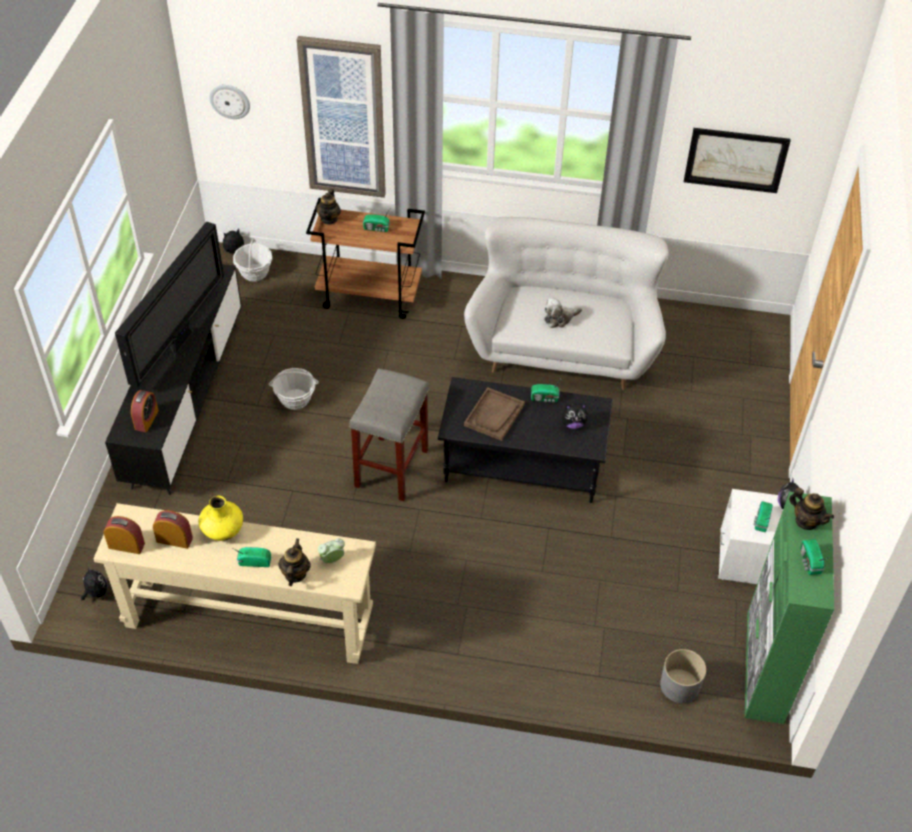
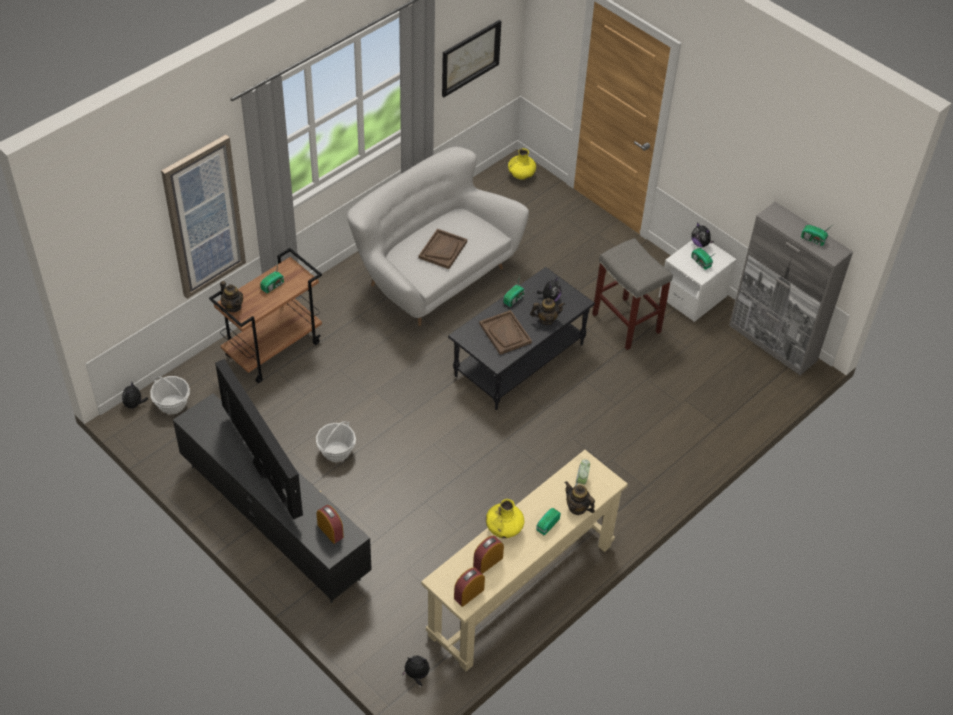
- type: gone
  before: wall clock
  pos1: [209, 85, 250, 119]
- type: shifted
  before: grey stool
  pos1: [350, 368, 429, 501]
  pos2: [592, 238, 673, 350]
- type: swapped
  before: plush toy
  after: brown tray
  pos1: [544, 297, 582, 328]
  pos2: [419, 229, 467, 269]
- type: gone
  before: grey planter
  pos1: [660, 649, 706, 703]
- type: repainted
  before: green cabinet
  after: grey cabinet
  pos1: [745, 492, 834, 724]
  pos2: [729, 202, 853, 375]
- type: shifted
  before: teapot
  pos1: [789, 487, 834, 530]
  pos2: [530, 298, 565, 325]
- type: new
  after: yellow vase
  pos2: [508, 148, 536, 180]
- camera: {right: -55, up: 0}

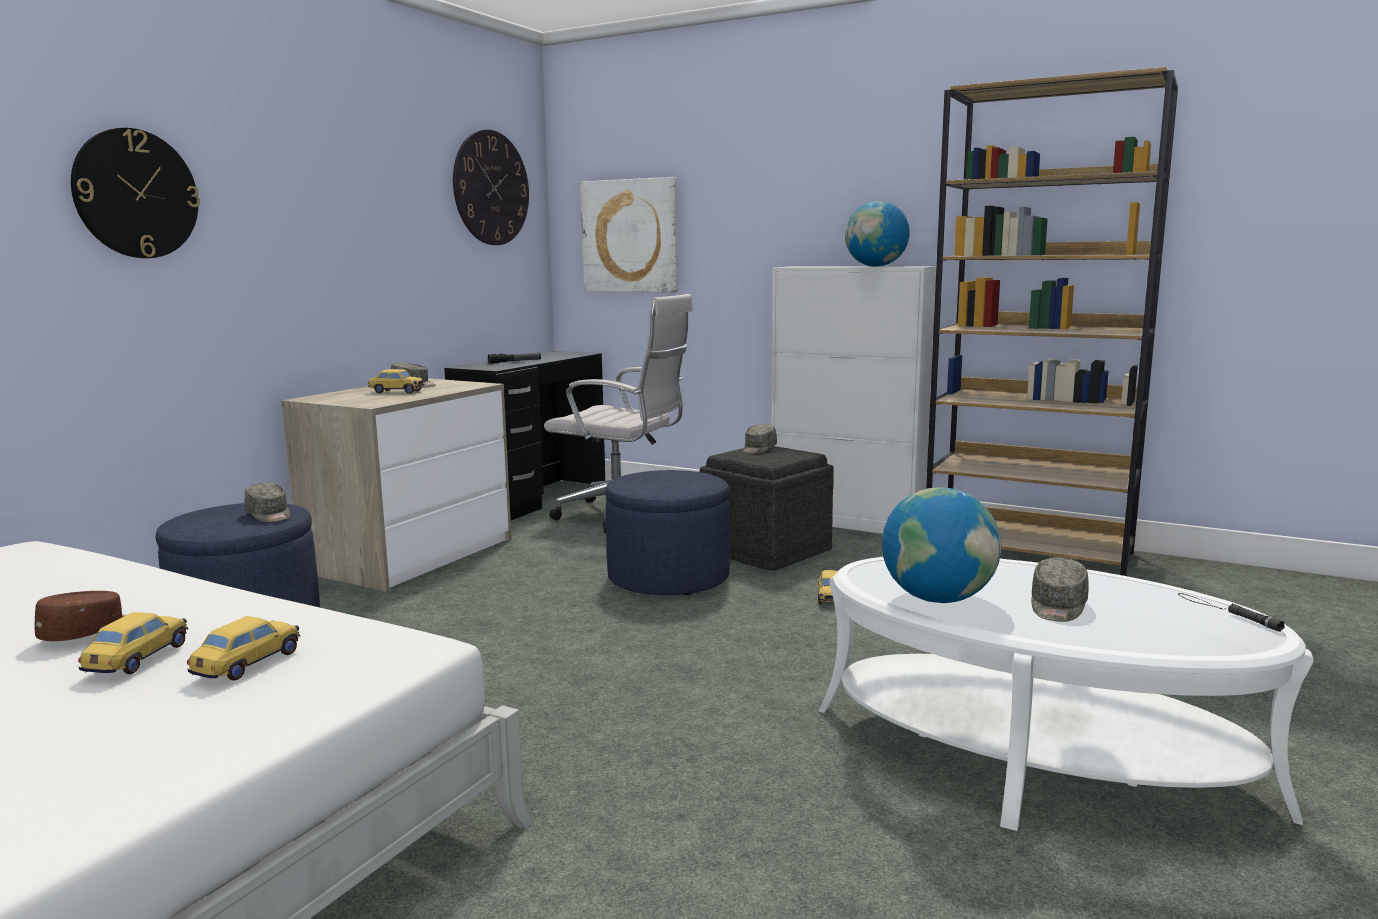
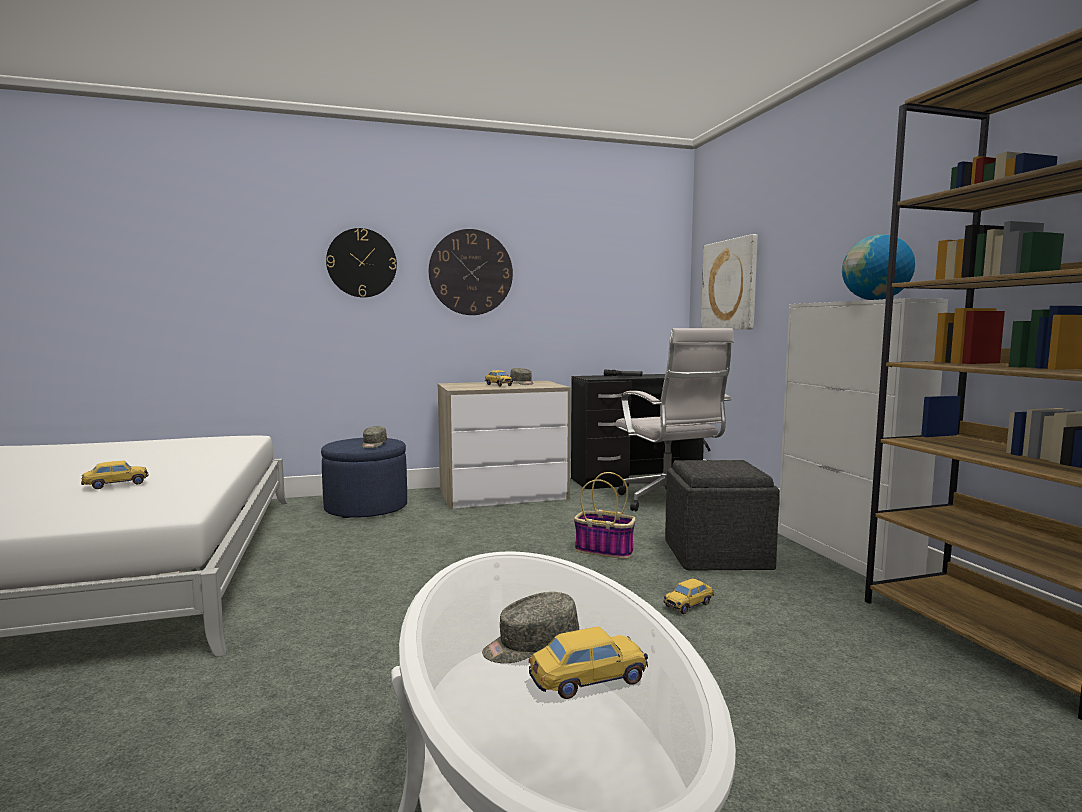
- type: gone
  before: brown cap
  pos1: [35, 591, 126, 641]
- type: shifted
  before: toy car
  pos1: [187, 616, 301, 680]
  pos2: [529, 626, 648, 699]
- type: shifted
  before: wall clock
  pos1: [453, 130, 529, 245]
  pos2: [429, 229, 513, 315]
- type: swapped
  before: blue ottoman
  after: basket
  pos1: [605, 470, 730, 595]
  pos2: [574, 472, 636, 559]
- type: gone
  before: grey cap
  pos1: [743, 424, 777, 454]
- type: gone
  before: globe
  pos1: [882, 487, 1001, 603]
- type: gone
  before: black flashlight
  pos1: [1178, 593, 1285, 632]
- camera: {right: 45, up: -5}

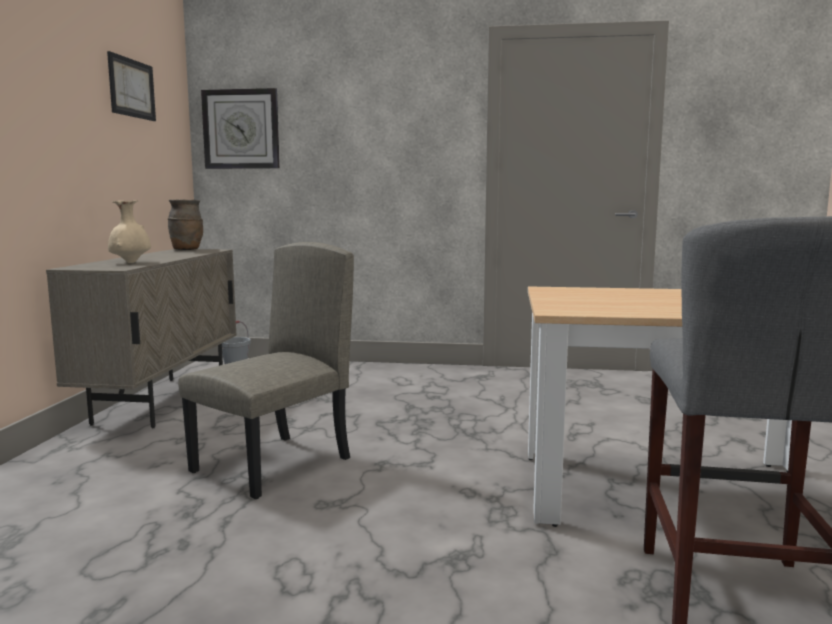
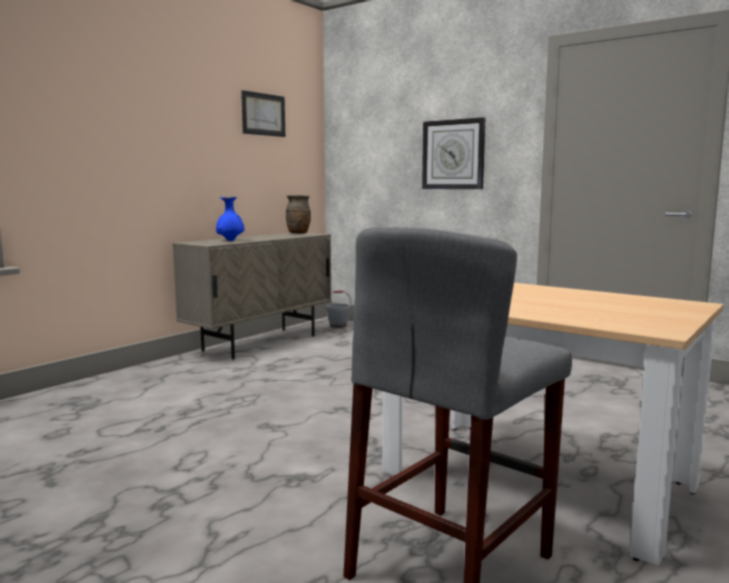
- type: repainted
  before: beige vase
  after: blue vase
  pos1: [108, 200, 151, 263]
  pos2: [216, 197, 245, 241]
- type: gone
  before: beige chair
  pos1: [178, 242, 354, 499]
- type: shifted
  before: wall clock
  pos1: [201, 88, 280, 169]
  pos2: [422, 117, 485, 189]
- camera: {right: 30, up: 0}

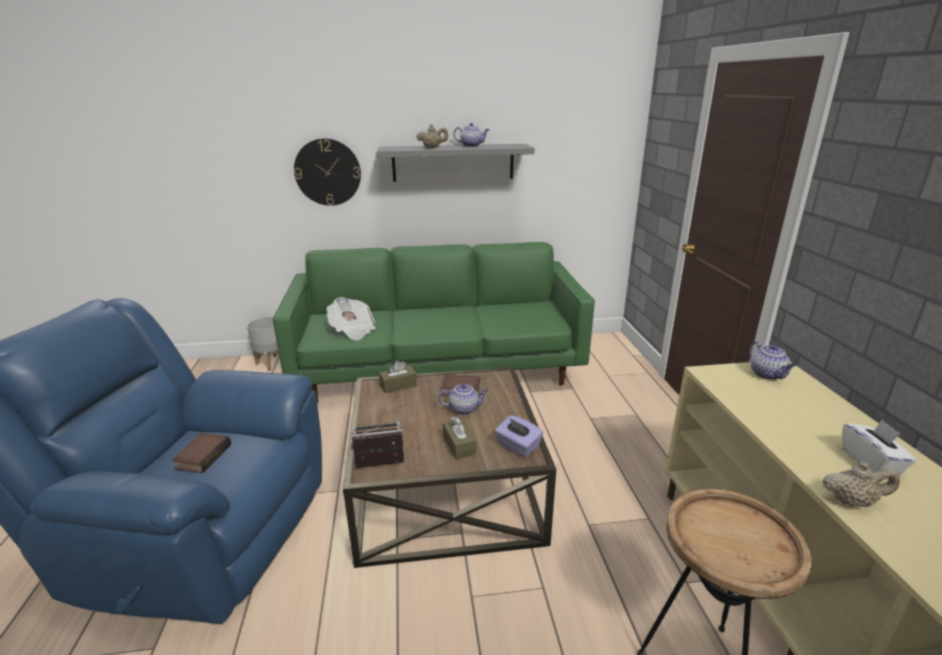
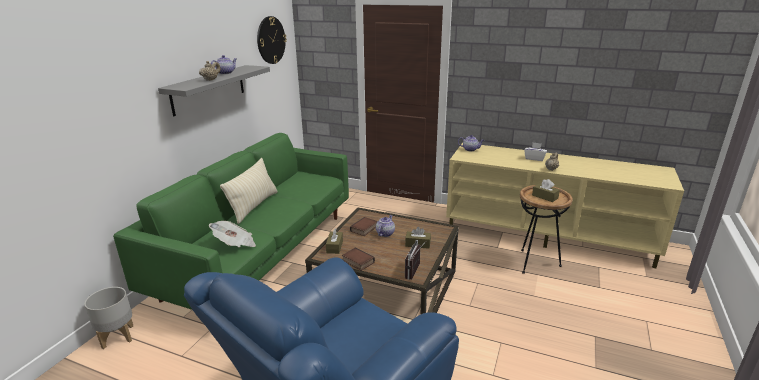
- type: shifted
  before: book
  pos1: [172, 433, 231, 473]
  pos2: [342, 248, 375, 271]
- type: shifted
  before: wall clock
  pos1: [294, 138, 361, 206]
  pos2: [257, 16, 287, 64]
- type: gone
  before: purple tissue box
  pos1: [495, 415, 543, 458]
- type: new
  after: beige pillow
  pos2: [220, 158, 278, 224]
- type: new
  after: brown tissue box
  pos2: [532, 179, 560, 202]
- camera: {right: -60, up: 0}

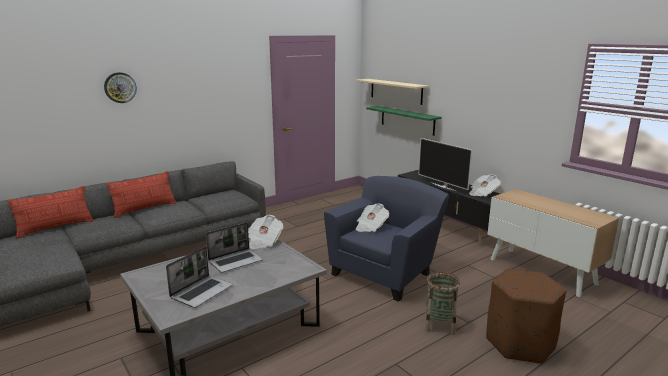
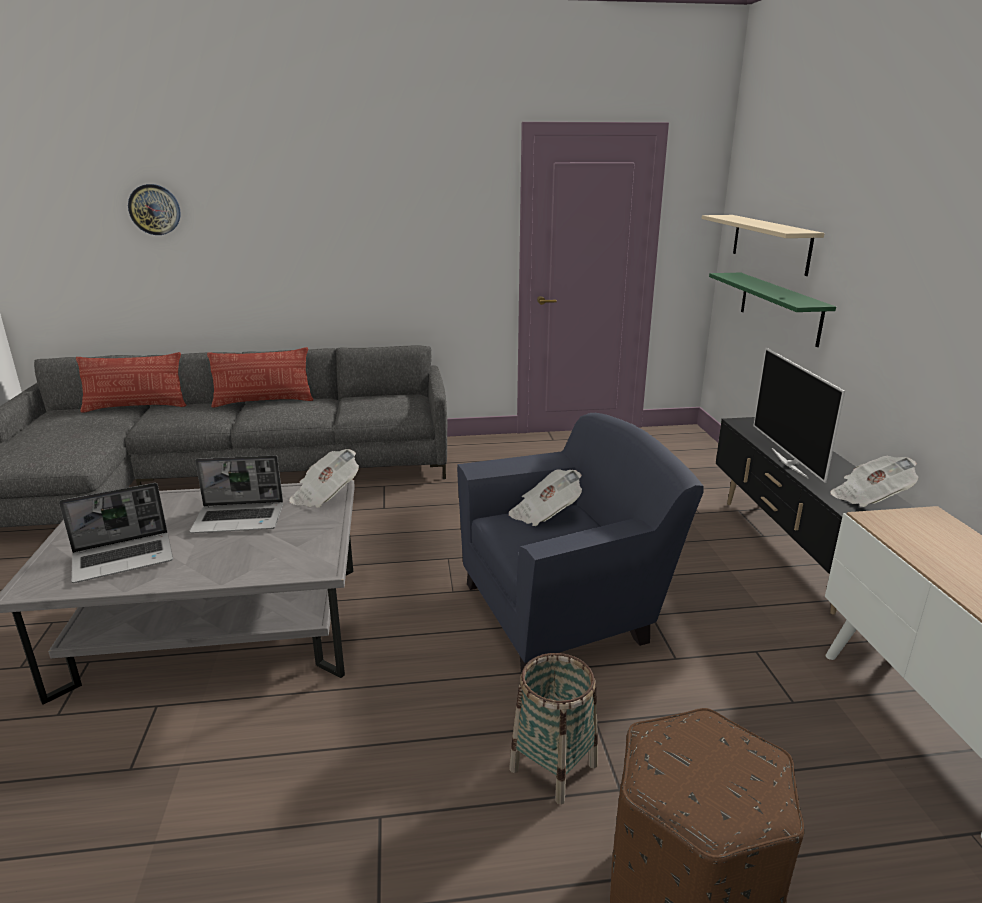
- type: shifted
  before: wall clock
  pos1: [104, 72, 137, 103]
  pos2: [128, 184, 181, 235]
- camera: {right: 30, up: 5}

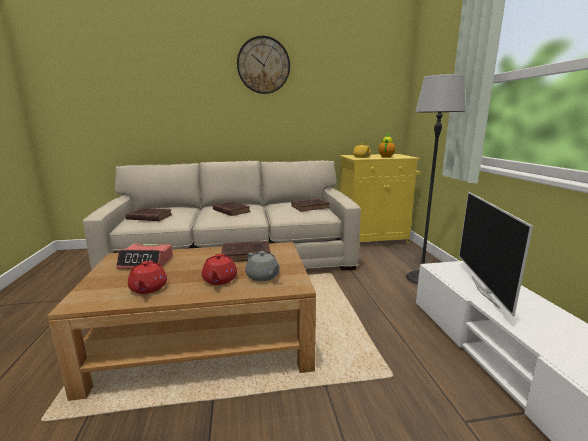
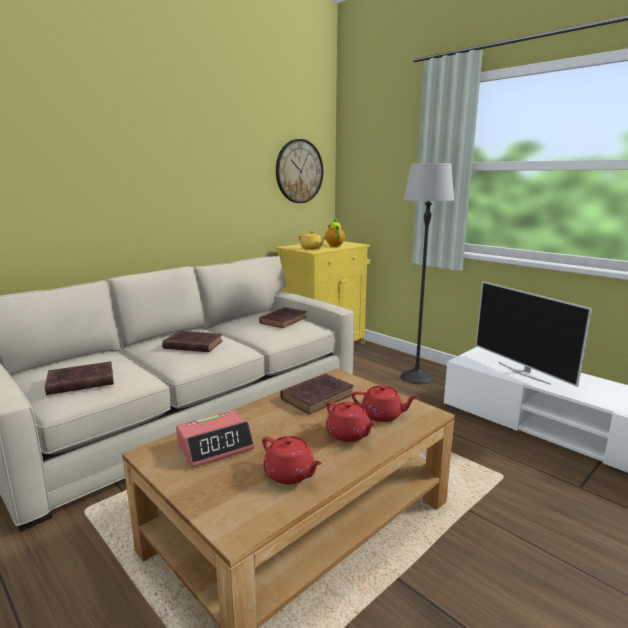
- type: shifted
  before: wall clock
  pos1: [237, 36, 290, 94]
  pos2: [276, 139, 323, 203]
- type: repainted
  before: grey teapot
  after: red teapot
  pos1: [245, 251, 280, 281]
  pos2: [352, 385, 419, 422]
- camera: {right: -35, up: 0}

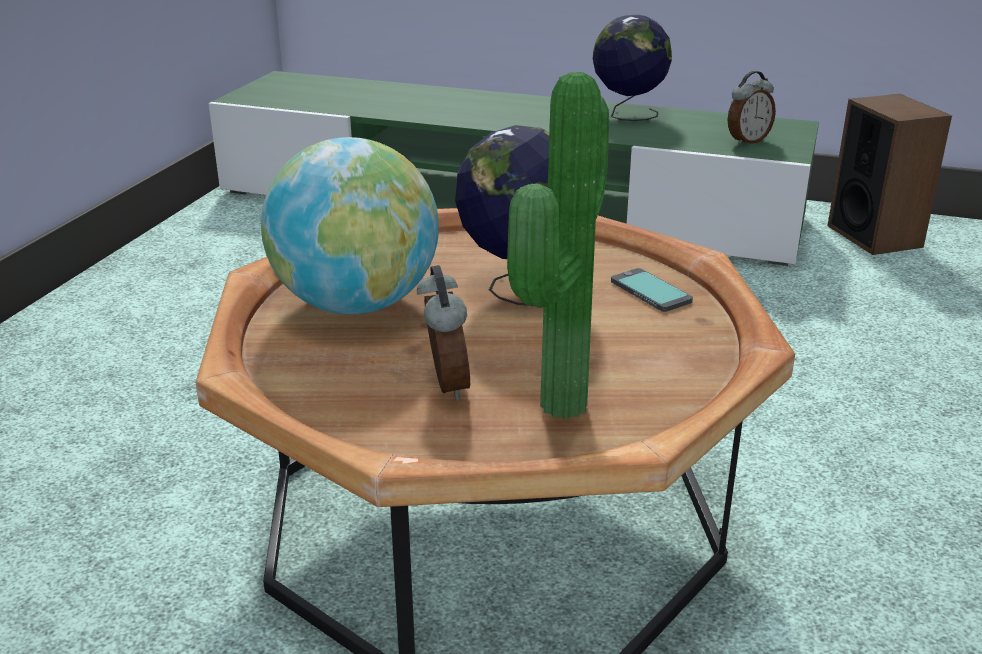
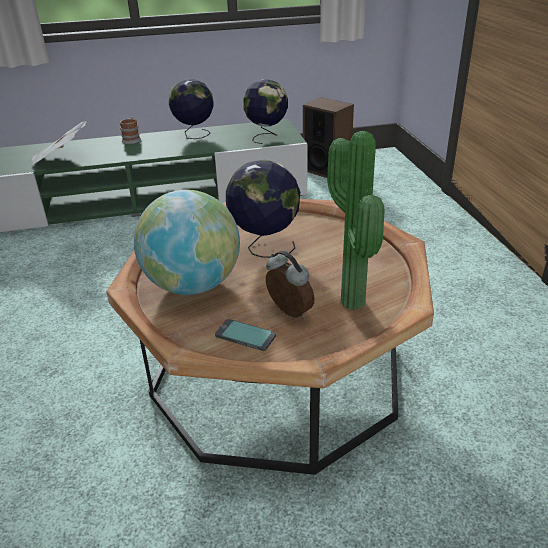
- type: shifted
  before: phone
  pos1: [611, 268, 693, 312]
  pos2: [215, 319, 276, 351]
- type: swapped
  before: alarm clock
  after: globe
  pos1: [728, 71, 776, 145]
  pos2: [243, 79, 288, 144]
- type: new
  after: newspaper
  pos2: [32, 121, 86, 165]
- type: new
  after: mug
  pos2: [120, 117, 141, 144]
- camera: {right: -30, up: 5}

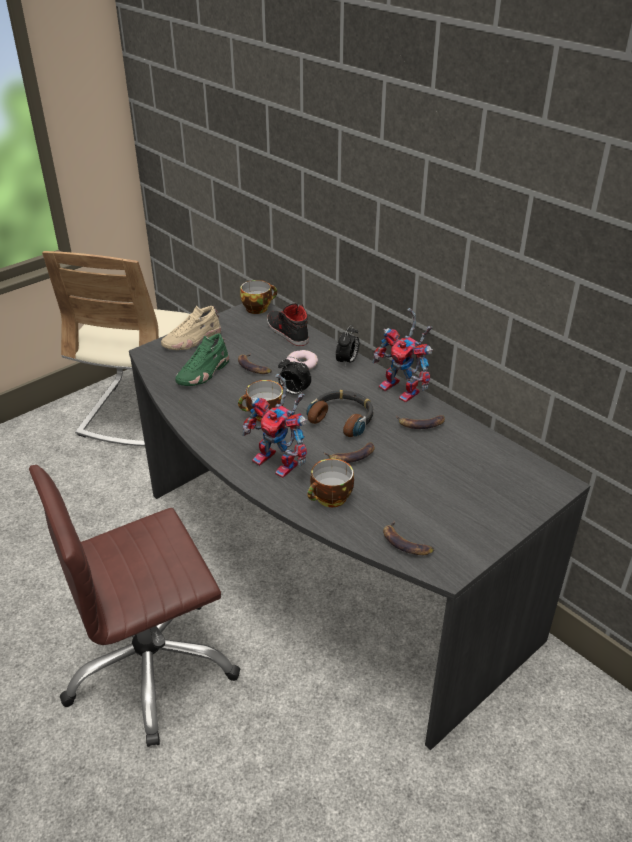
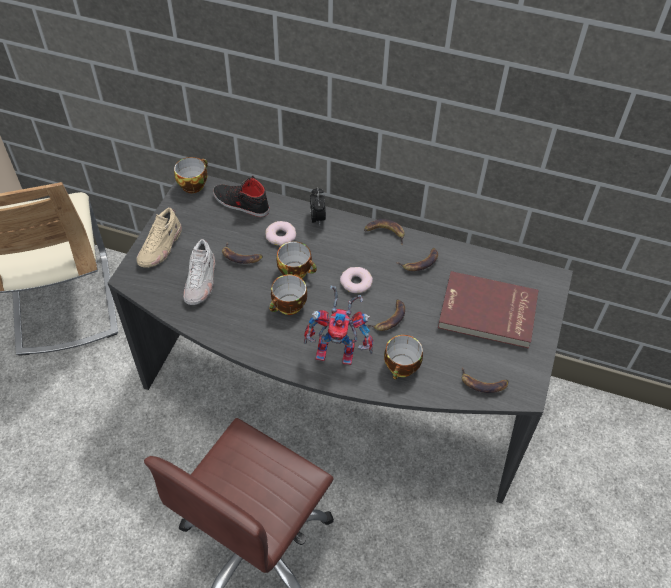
- type: repainted
  before: green shoe
  after: white shoe
  pos1: [175, 333, 229, 386]
  pos2: [183, 239, 215, 305]
- type: swapped
  before: alarm clock
  after: cup
  pos1: [278, 356, 311, 395]
  pos2: [276, 241, 317, 279]
- type: swapped
  before: headphones
  after: donut
  pos1: [307, 390, 373, 437]
  pos2: [340, 267, 373, 293]
- type: swapped
  before: toy robot
  after: banana
  pos1: [372, 308, 433, 403]
  pos2: [364, 219, 405, 245]
- type: new
  after: red book
  pos2: [438, 271, 539, 349]
- camera: {right: -30, up: 15}

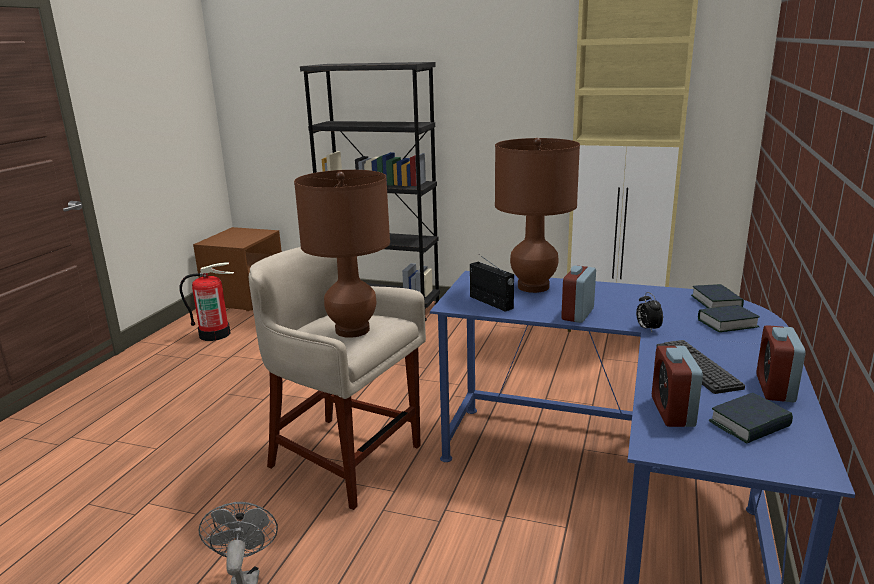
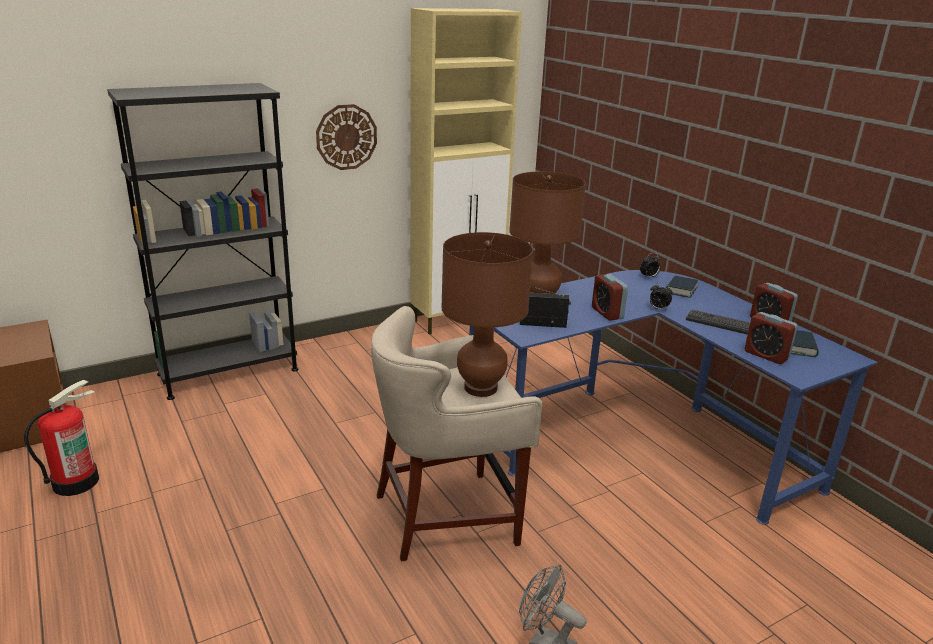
- type: swapped
  before: book
  after: alarm clock
  pos1: [691, 284, 744, 308]
  pos2: [640, 253, 661, 278]
- type: new
  after: wall clock
  pos2: [316, 104, 377, 170]
- camera: {right: -50, up: 5}

